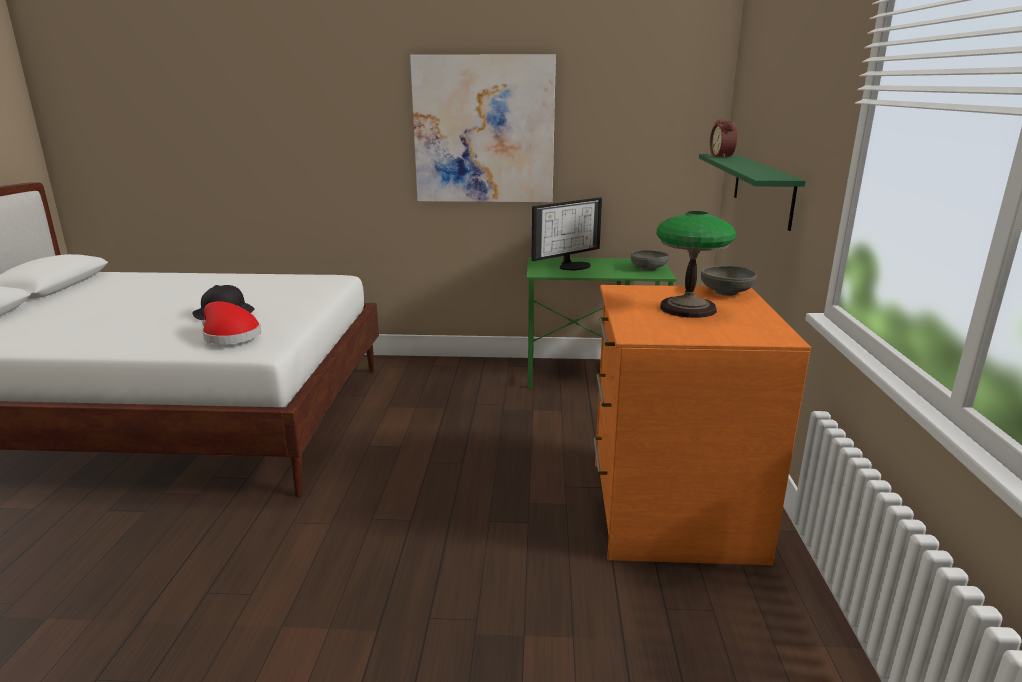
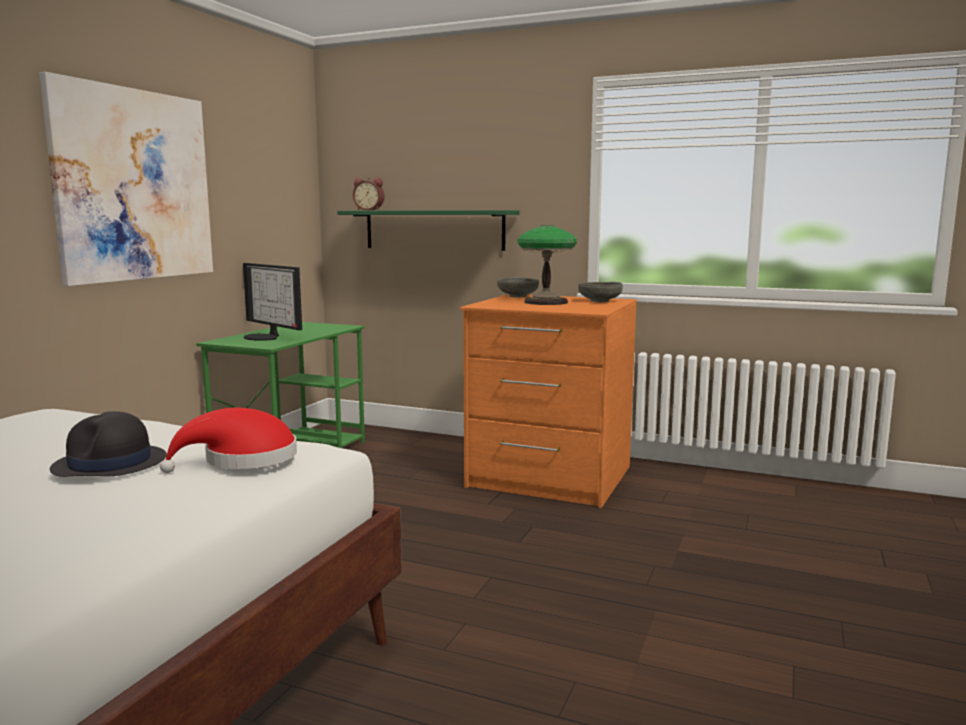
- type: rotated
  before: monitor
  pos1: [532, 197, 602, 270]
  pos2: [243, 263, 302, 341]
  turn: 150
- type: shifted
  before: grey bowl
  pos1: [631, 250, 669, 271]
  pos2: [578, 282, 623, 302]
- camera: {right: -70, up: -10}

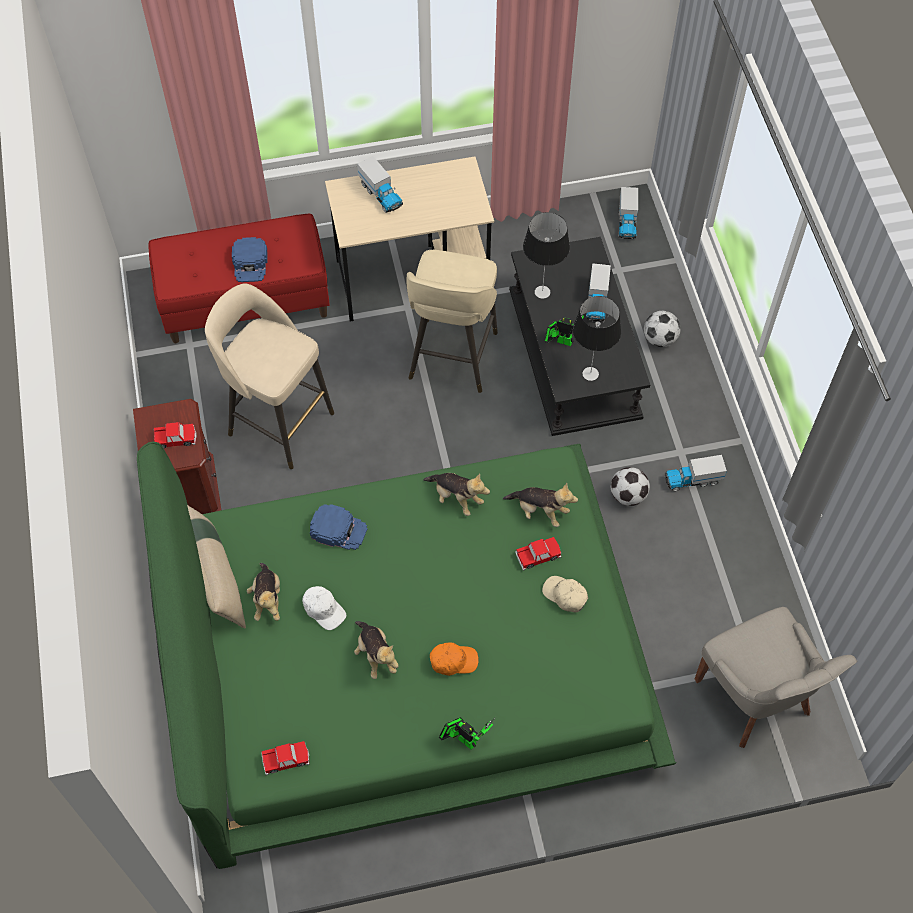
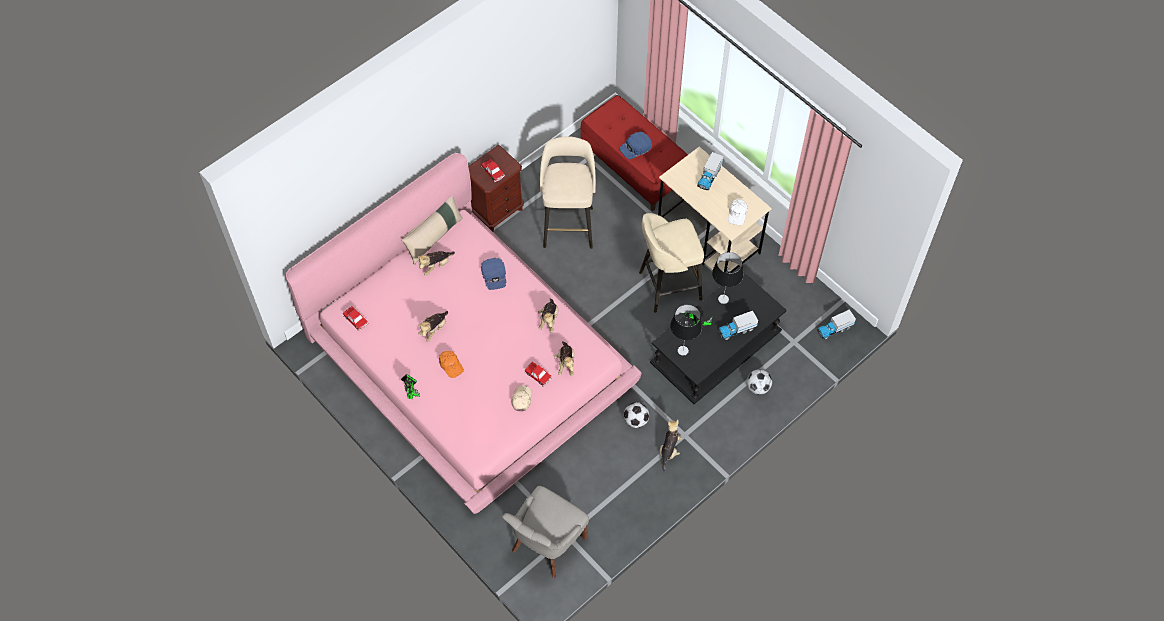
- type: repainted
  before: green bed
  after: pink bed
  pos1: [137, 442, 677, 869]
  pos2: [286, 153, 641, 514]
- type: shifted
  before: white cap
  pos1: [302, 586, 346, 630]
  pos2: [728, 199, 748, 225]
- type: swapped
  before: toy truck
  after: plush toy
  pos1: [665, 455, 727, 491]
  pos2: [659, 419, 682, 472]
- camera: {right: 60, up: 0}

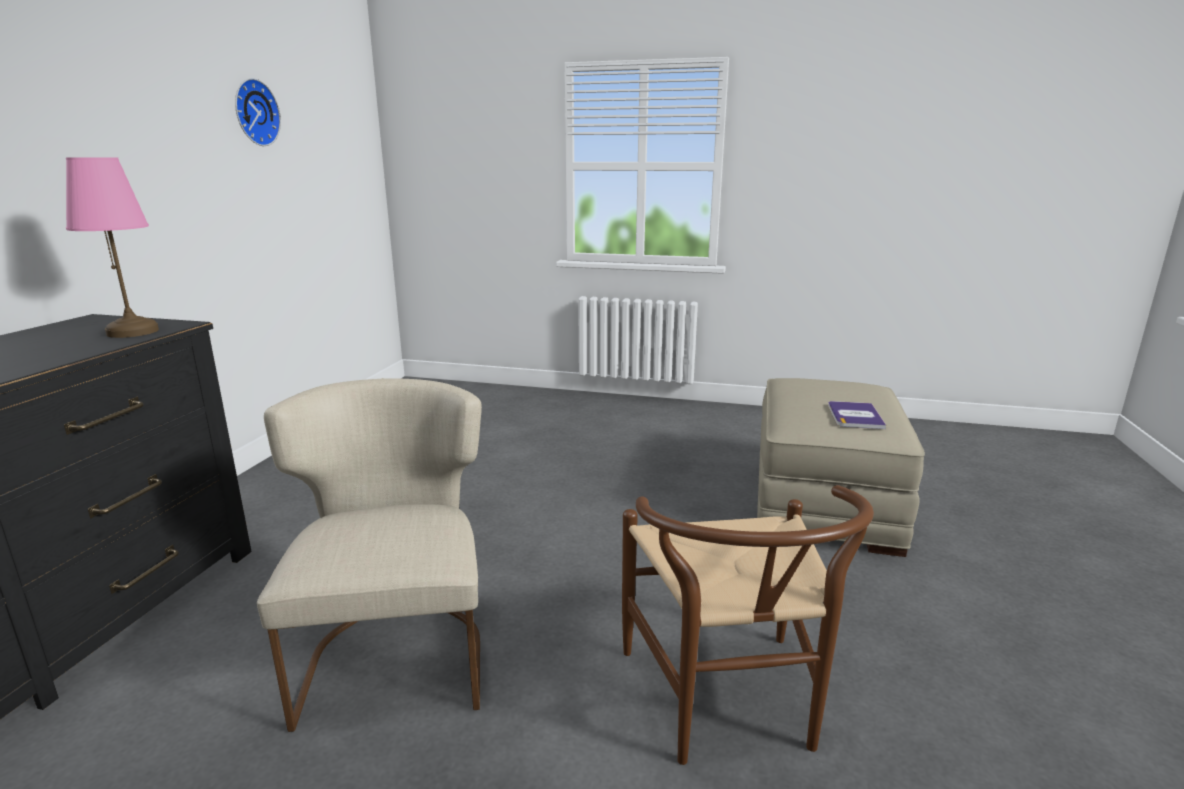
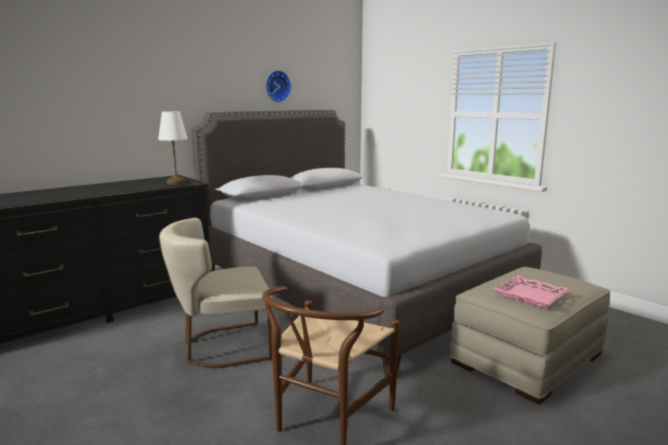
- type: repainted
  before: pink table lamp
  after: white table lamp
  pos1: [66, 158, 159, 338]
  pos2: [158, 111, 188, 185]
- type: rotated
  before: beige chair
  pos1: [257, 378, 482, 732]
  pos2: [159, 218, 272, 368]
  turn: -135
- type: swapped
  before: book
  after: pink tray
  pos1: [828, 401, 886, 429]
  pos2: [494, 275, 570, 308]
- type: new
  after: grey bed
  pos2: [191, 110, 542, 376]
- camera: {right: 35, up: -5}

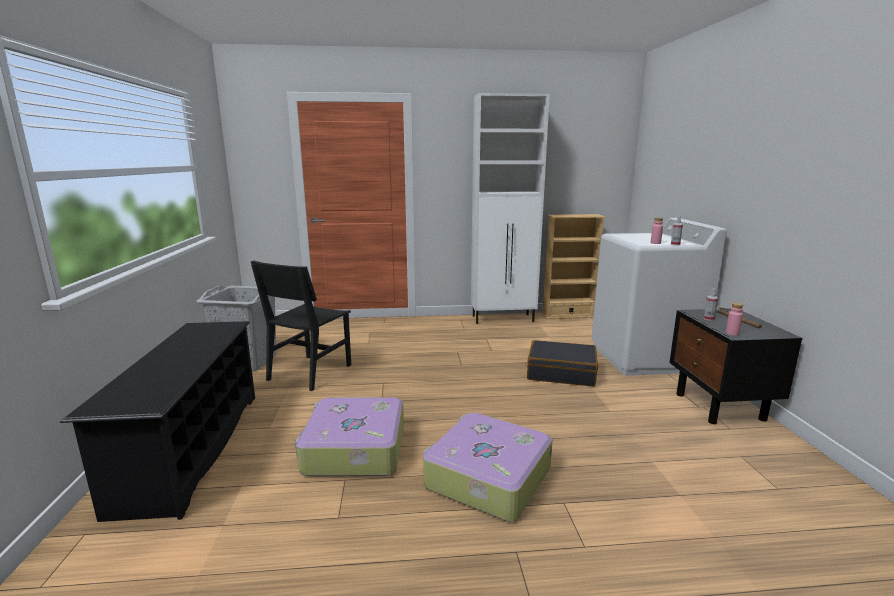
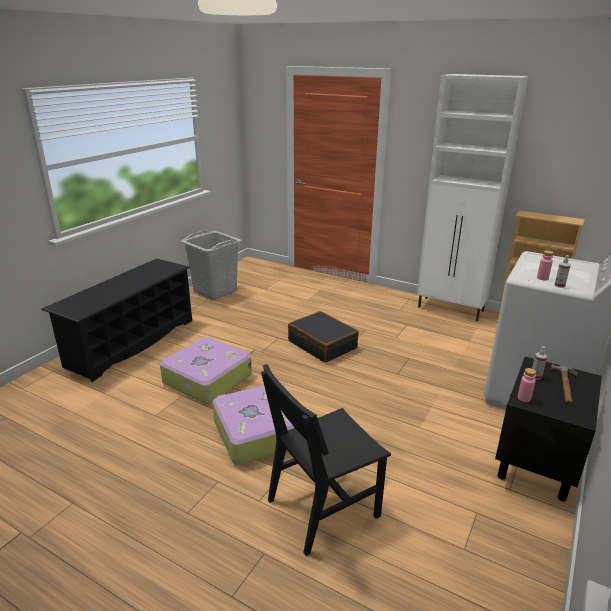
- type: shifted
  before: black chair
  pos1: [251, 261, 351, 391]
  pos2: [261, 364, 391, 556]
- type: shifted
  before: black suitcase
  pos1: [527, 340, 598, 386]
  pos2: [288, 311, 359, 363]
- camera: {right: 35, up: 10}

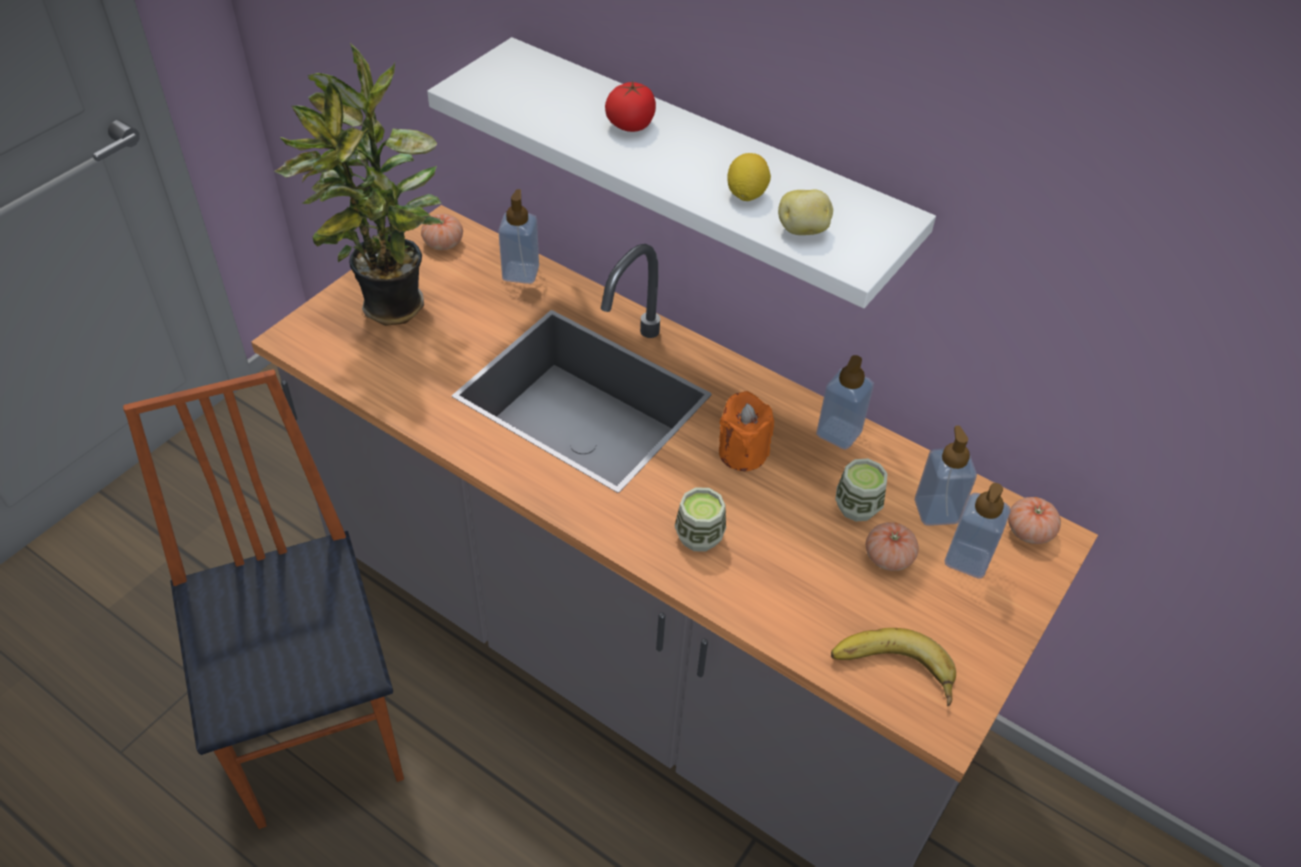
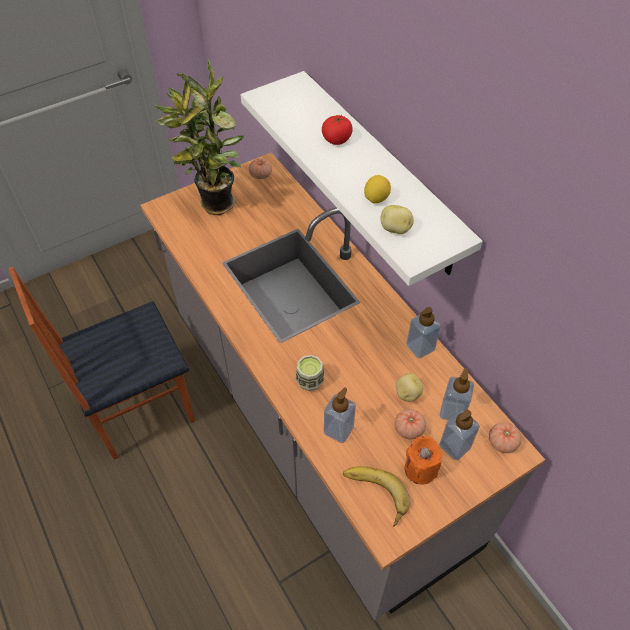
- type: rotated
  before: chair
  pos1: [123, 370, 404, 829]
  pos2: [8, 267, 195, 460]
  turn: -120
- type: shifted
  before: soap dispenser
  pos1: [498, 189, 539, 284]
  pos2: [324, 387, 356, 443]
- type: shifted
  before: orange candle
  pos1: [719, 391, 774, 471]
  pos2: [405, 436, 442, 485]
- type: swapped
  before: cup
  after: potato
  pos1: [835, 459, 888, 522]
  pos2: [396, 373, 423, 402]
- camera: {right: 25, up: 5}

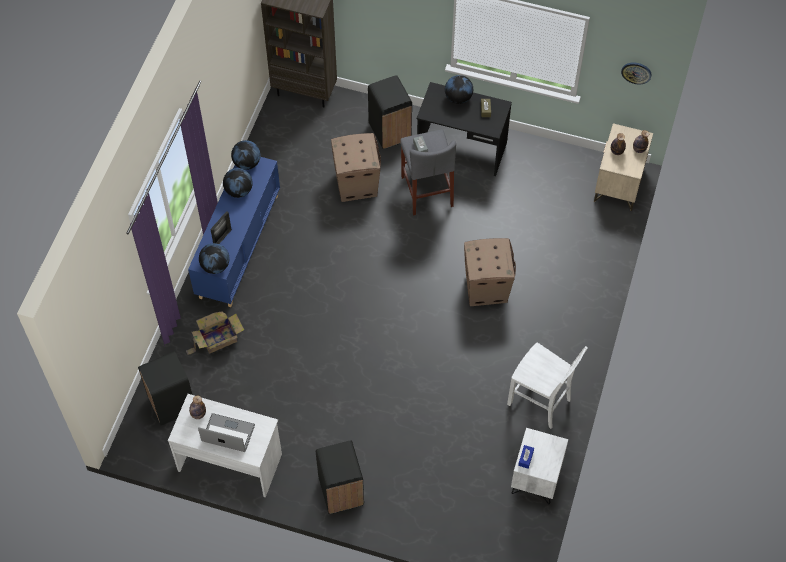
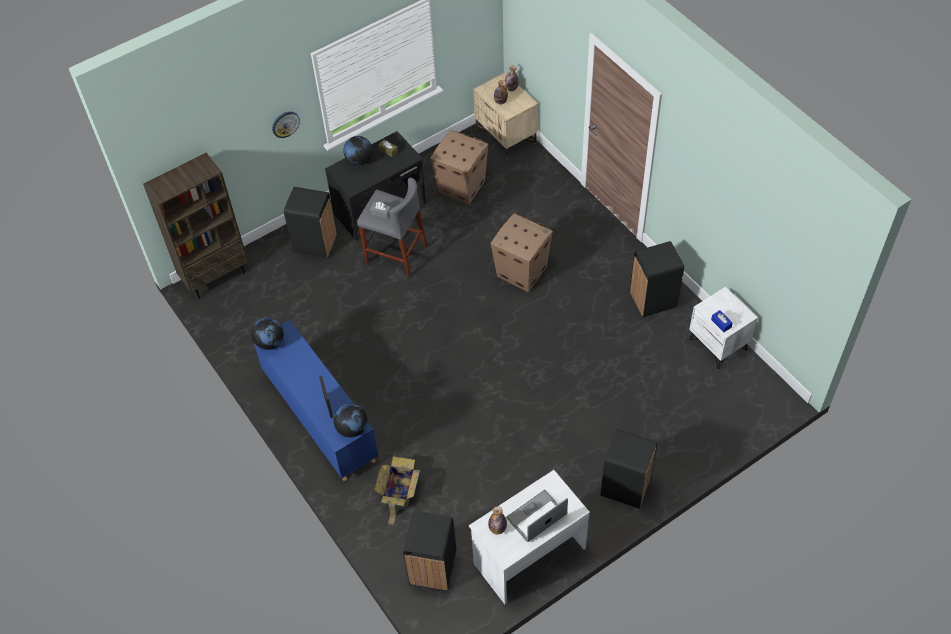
- type: gone
  before: globe
  pos1: [223, 168, 253, 198]
- type: shifted
  before: cardboard box
  pos1: [331, 133, 381, 202]
  pos2: [430, 130, 488, 205]
- type: swapped
  before: white chair
  after: black trash can
  pos1: [507, 343, 588, 429]
  pos2: [630, 241, 684, 317]
- type: shifted
  before: wall clock
  pos1: [621, 63, 651, 84]
  pos2: [272, 112, 300, 138]
- camera: {right: -50, up: -5}

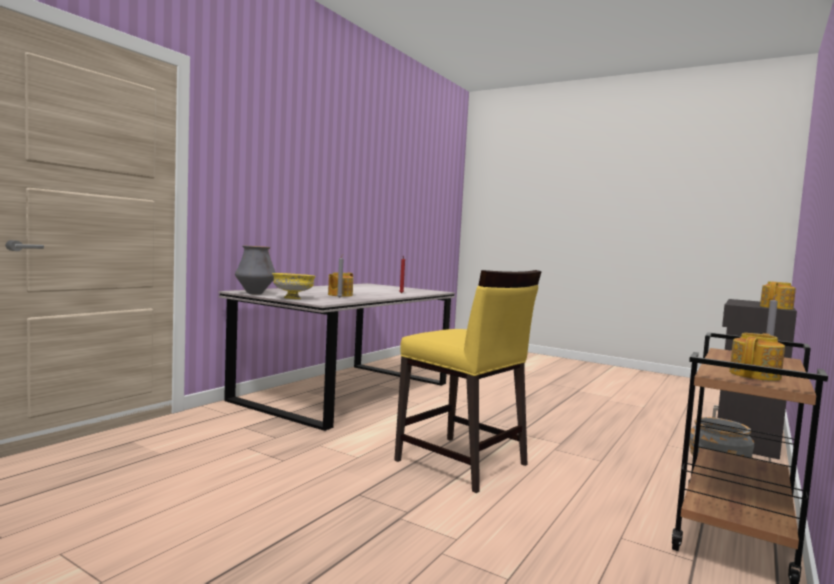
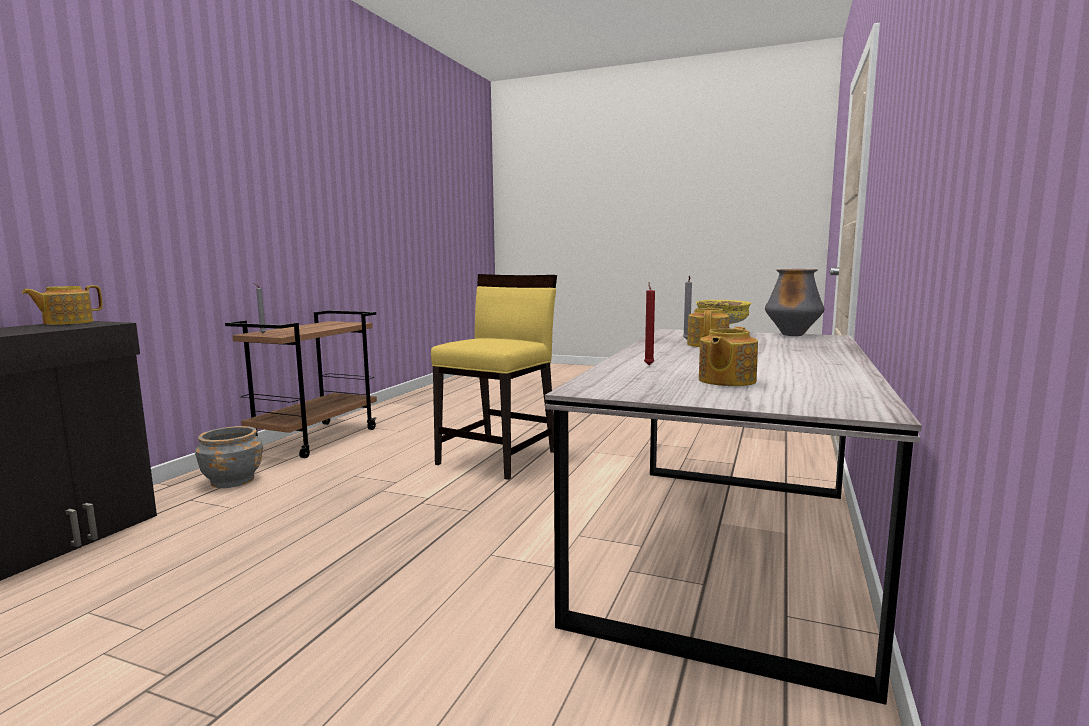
- type: rotated
  before: yellow chair
  pos1: [394, 270, 541, 493]
  pos2: [431, 274, 557, 480]
  turn: 90
- type: shifted
  before: teapot
  pos1: [729, 333, 785, 381]
  pos2: [699, 327, 758, 386]
- camera: {right: 170, up: 5}

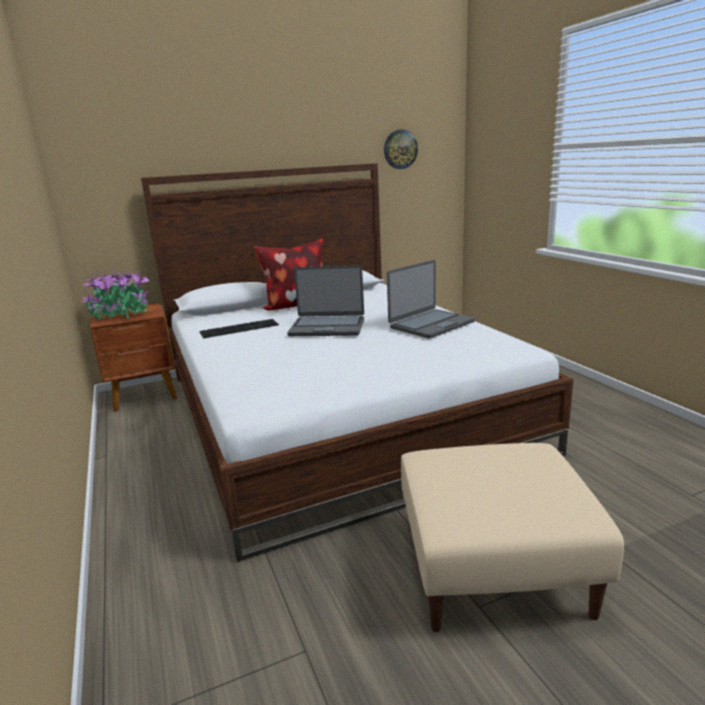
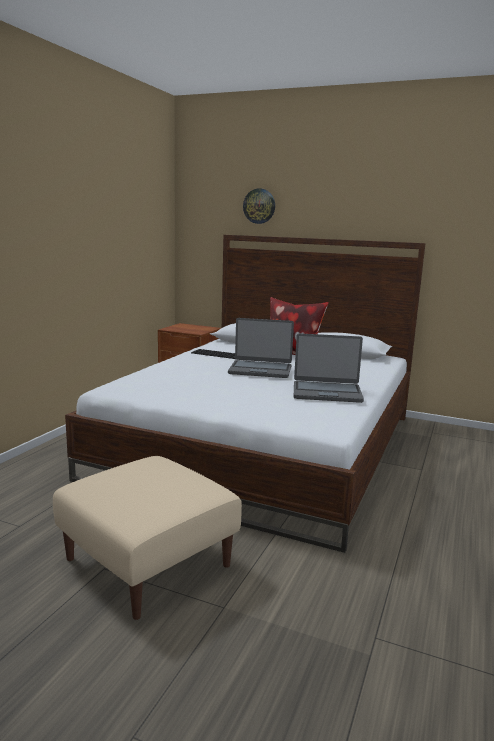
- type: gone
  before: potted plant
  pos1: [81, 267, 150, 321]
- type: rotated
  before: laptop
  pos1: [287, 265, 364, 336]
  pos2: [228, 318, 294, 378]
  turn: -45
- type: shifted
  before: wall clock
  pos1: [384, 129, 418, 169]
  pos2: [243, 188, 275, 224]
- camera: {right: 45, up: -5}

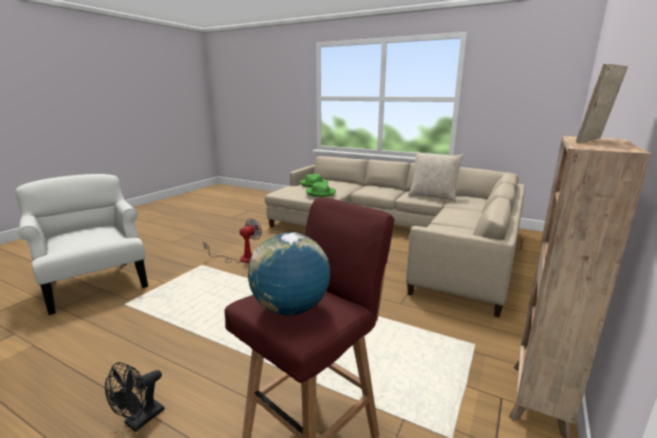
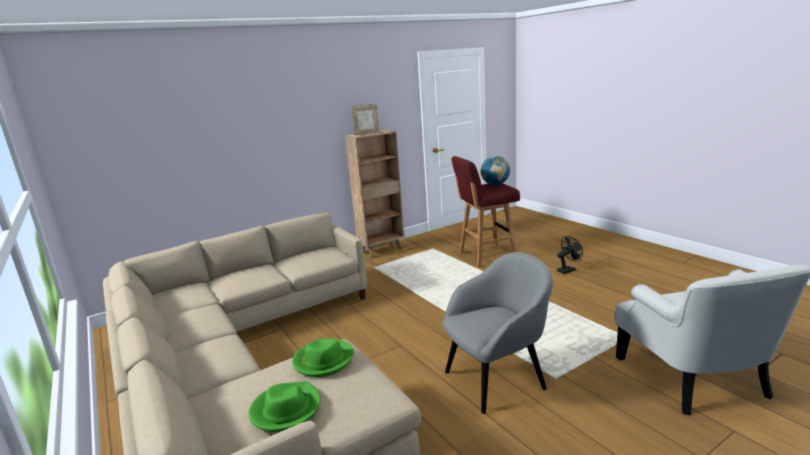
- type: swapped
  before: fan
  after: grey armchair
  pos1: [203, 218, 262, 263]
  pos2: [443, 252, 553, 414]
- type: gone
  before: beige pillow
  pos1: [408, 152, 463, 201]
- camera: {right: -150, up: 0}

